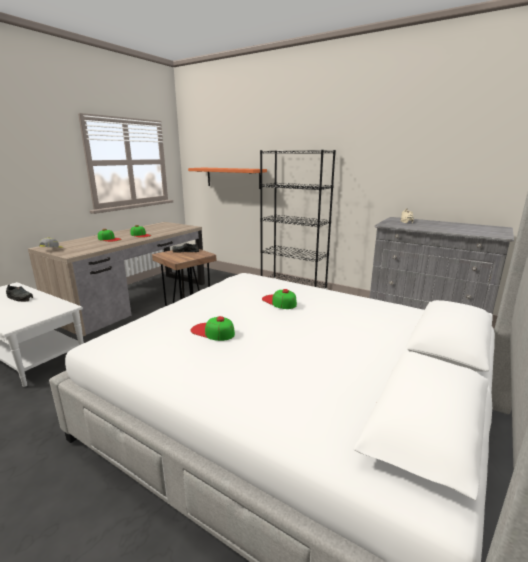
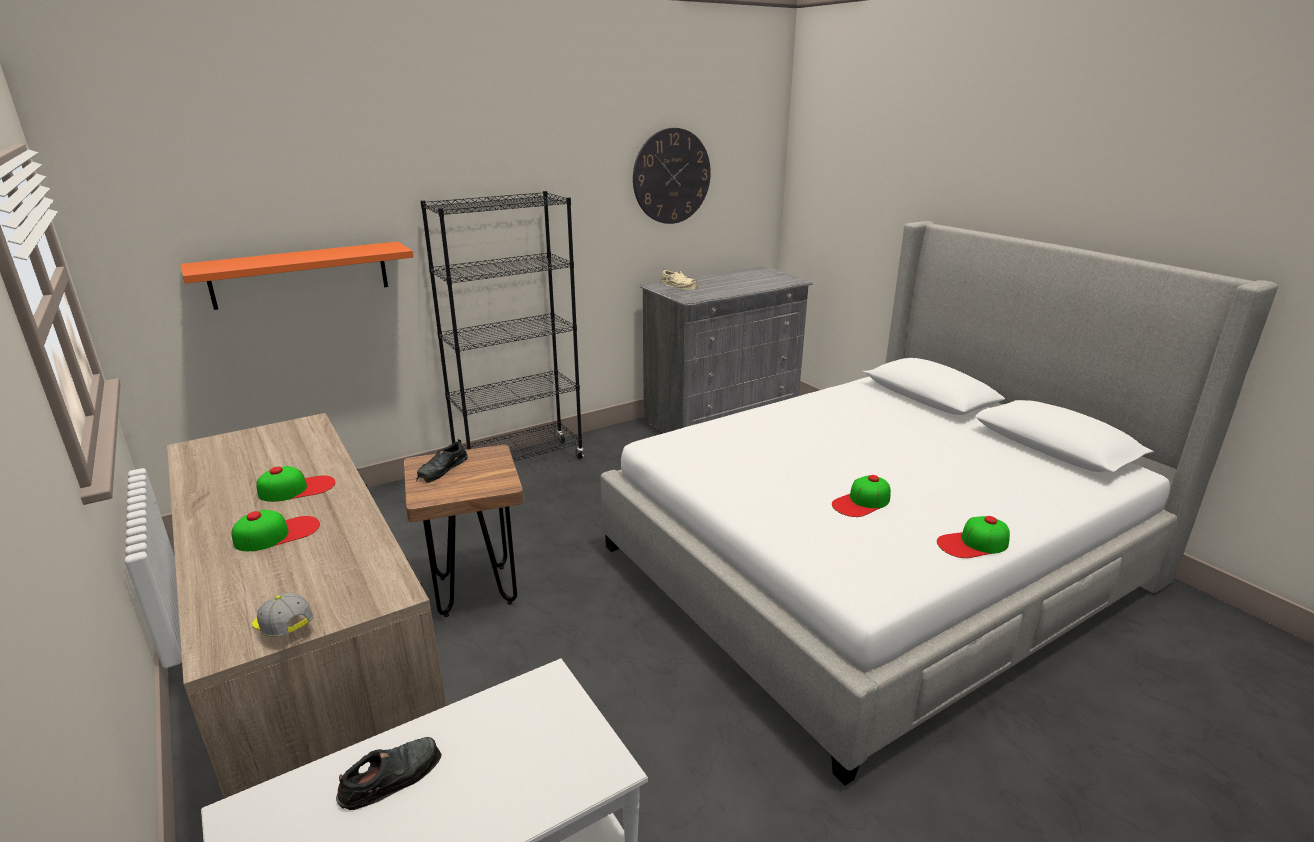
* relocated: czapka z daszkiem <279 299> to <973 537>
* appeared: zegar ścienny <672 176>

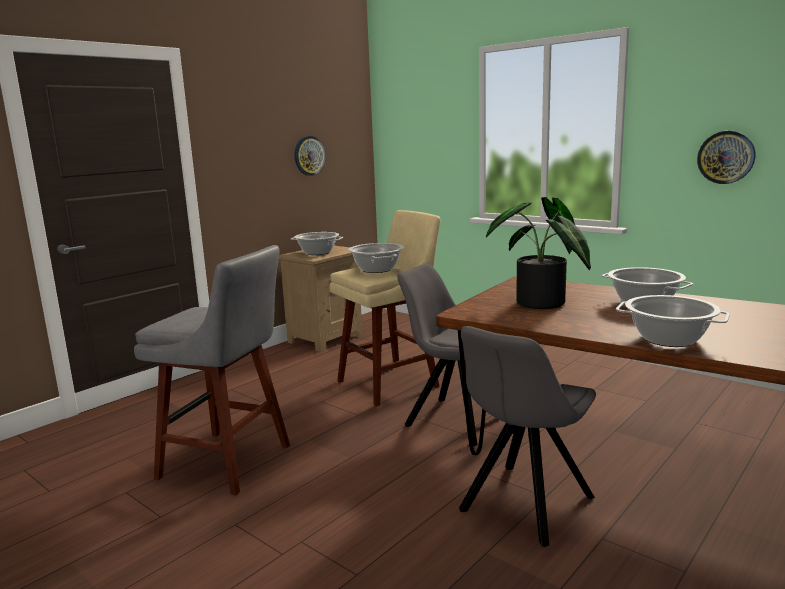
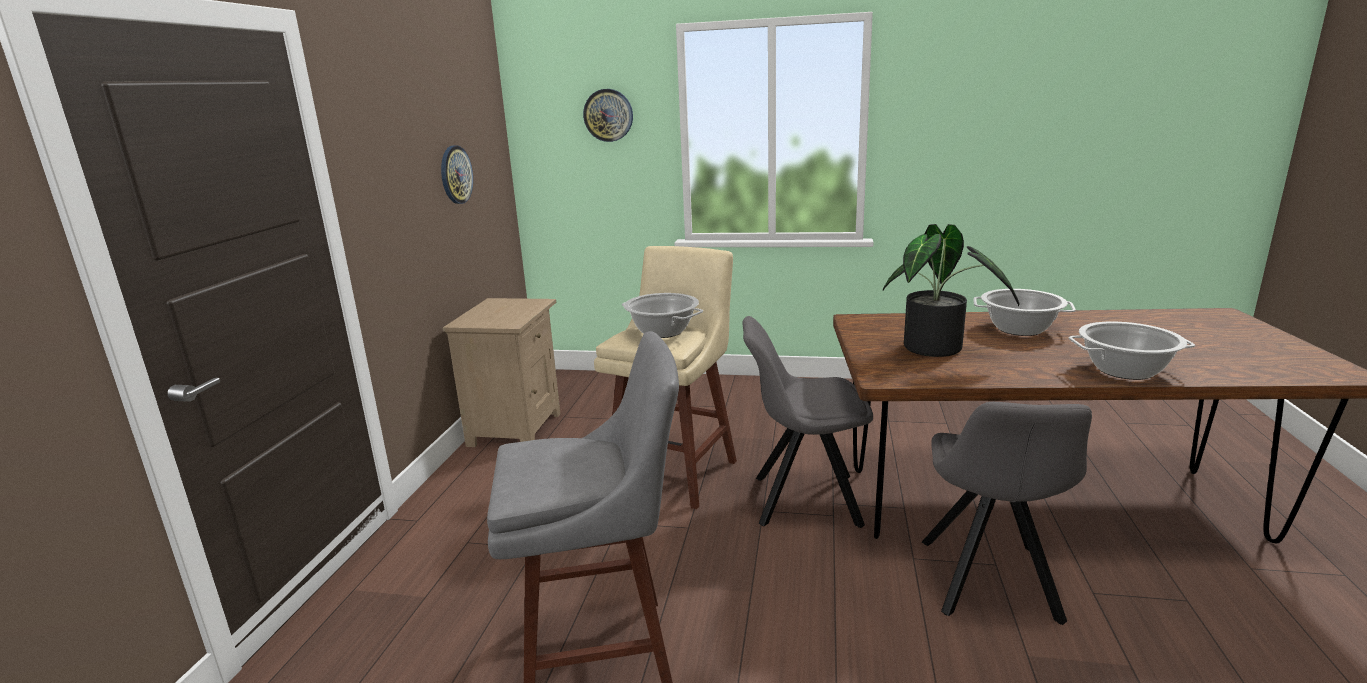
* missing: garnek <317 243>
* relocated: zegar ścienny <726 157> to <608 115>

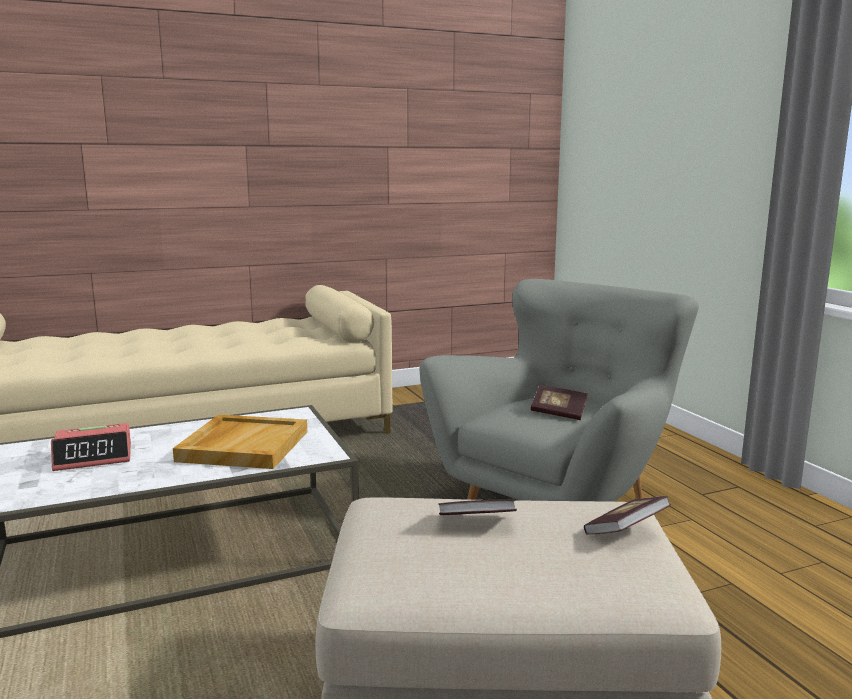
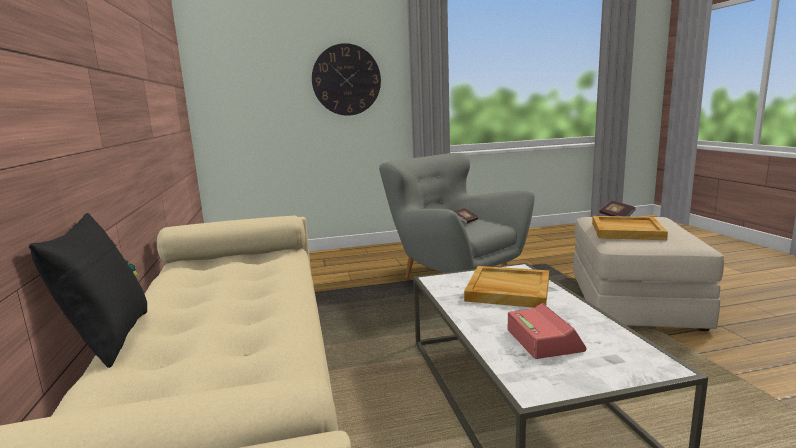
* exchanged: książka <477 507> to taca [beżowy] <630 228>
* appeared: poduszka [czarny] <88 290>
* appeared: zegar ścienny <346 79>

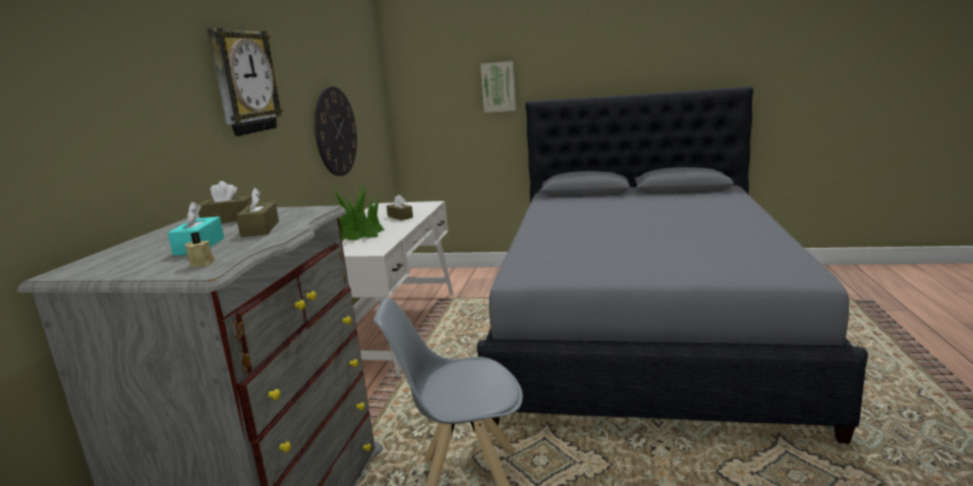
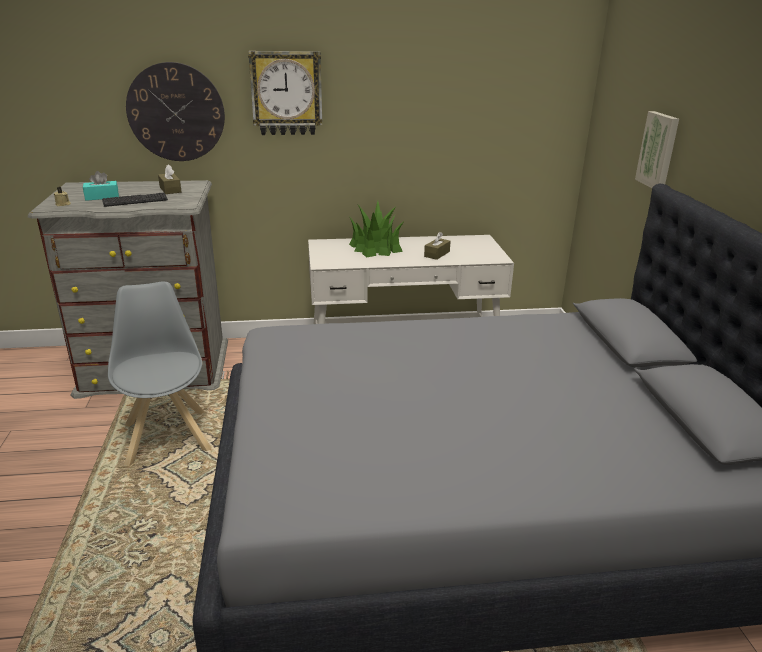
* exchanged: pudełko chusteczek [brązowy] <257 212> to klawiatura <135 199>
* relocated: zegar ścienny <335 131> to <175 111>

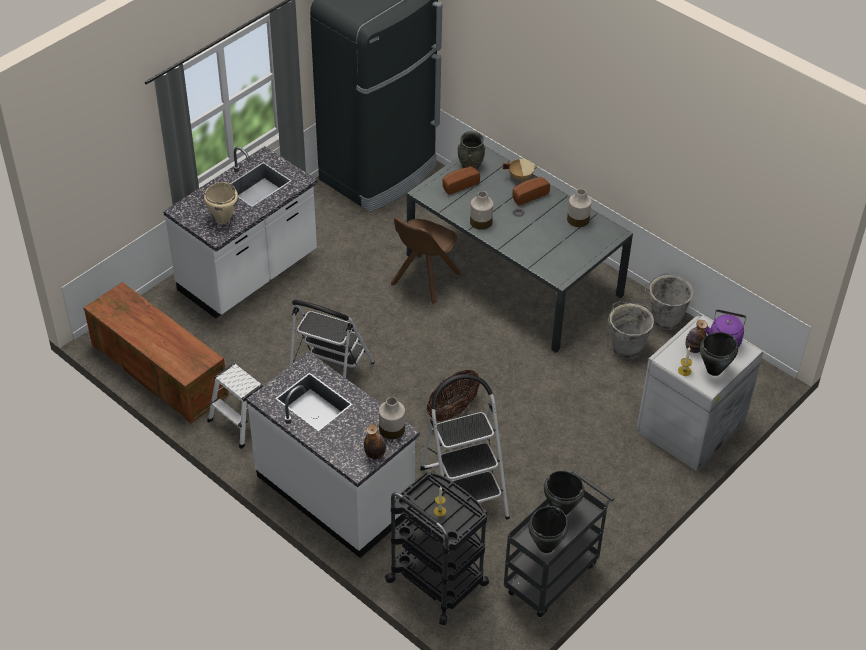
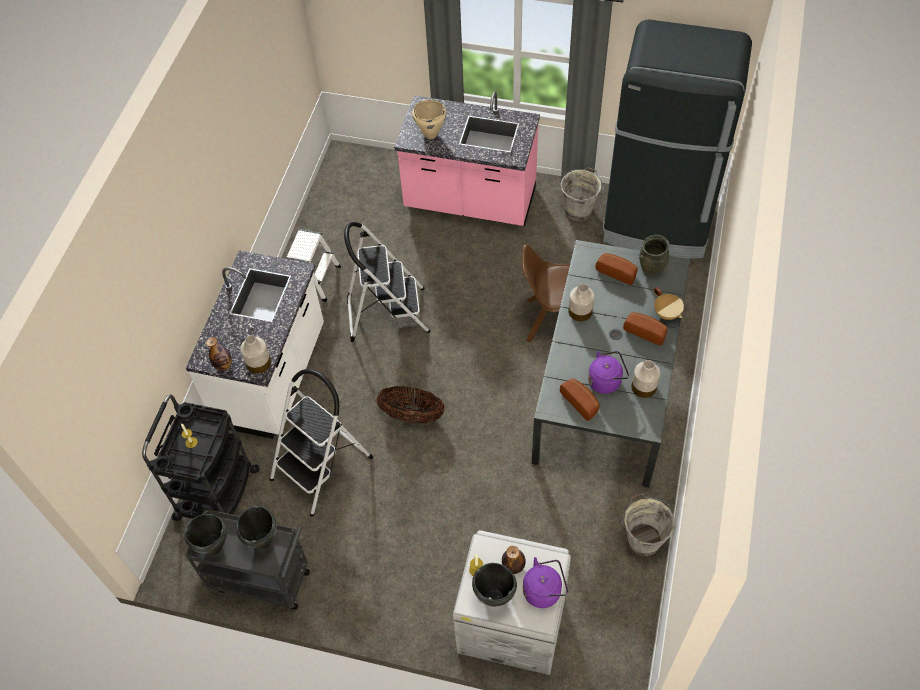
* missing: ławka [brązowy] <156 353>
* colour: zabudowa kuchenna [biały] <240 232> to zabudowa kuchenna [różowy] <467 158>
* relocated: wiadro [szary] <631 330> to <582 194>
* appeared: chleb <580 400>
* appeared: czajnik [fioletowy] <608 372>

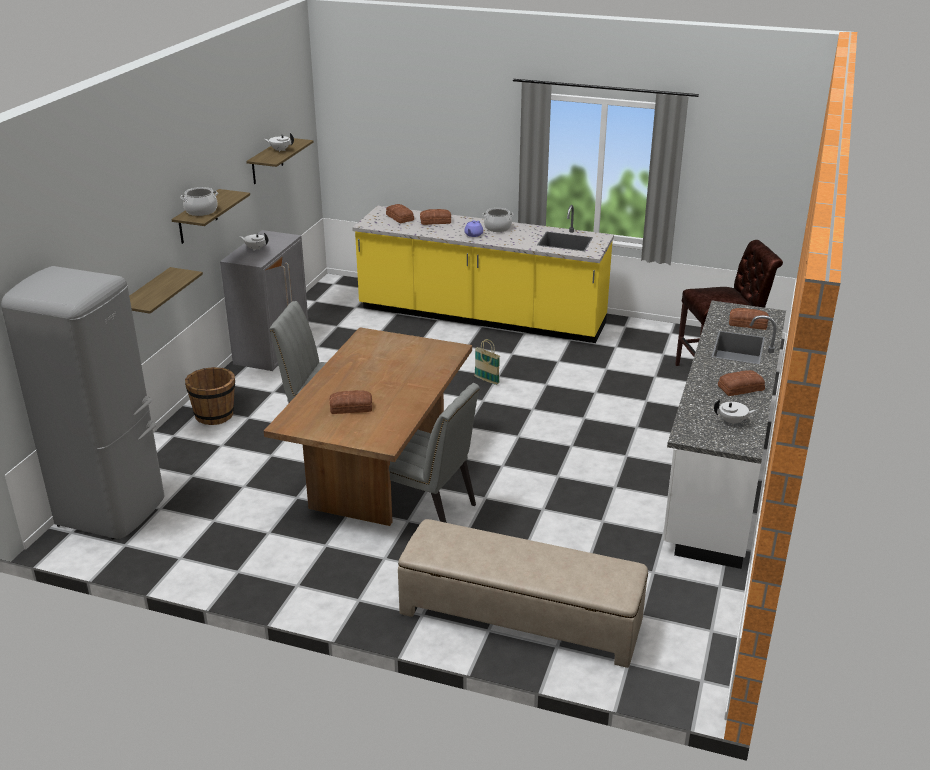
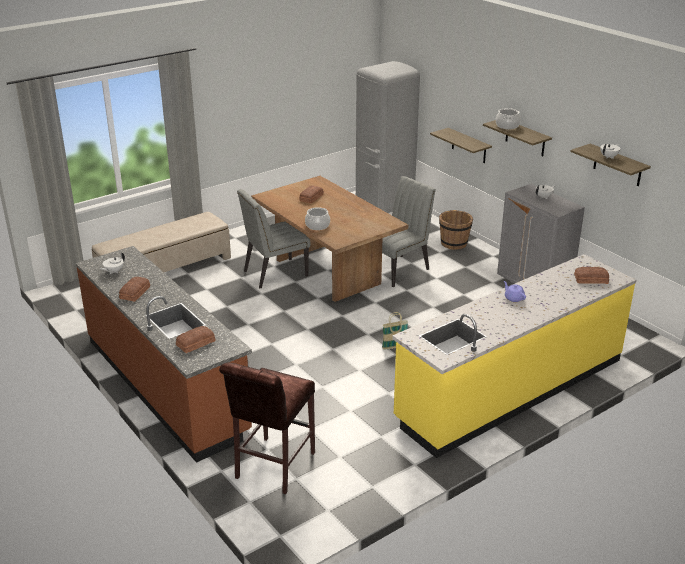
* missing: chleb <435 217>
* relocated: garnek <498 220> to <317 218>
* colour: zabudowa kuchenna [biały] <724 434> to zabudowa kuchenna [brązowy] <164 354>

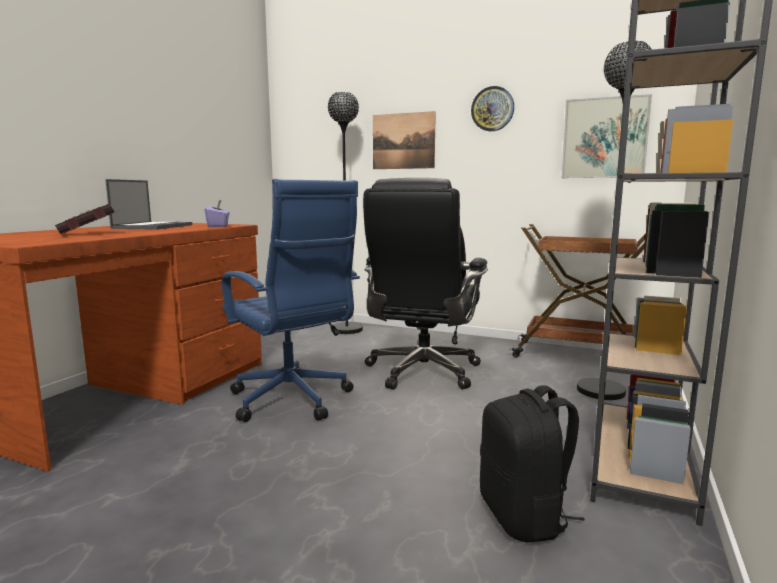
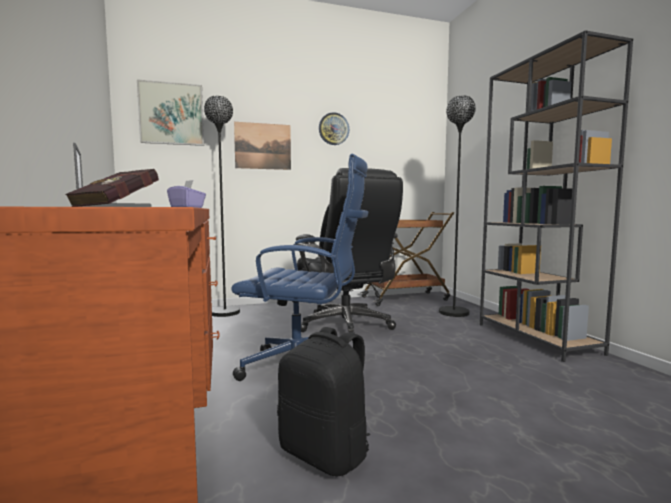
* relocated: plecak [czarny] <532 463> to <324 402>
* relocated: obraz <606 136> to <170 112>

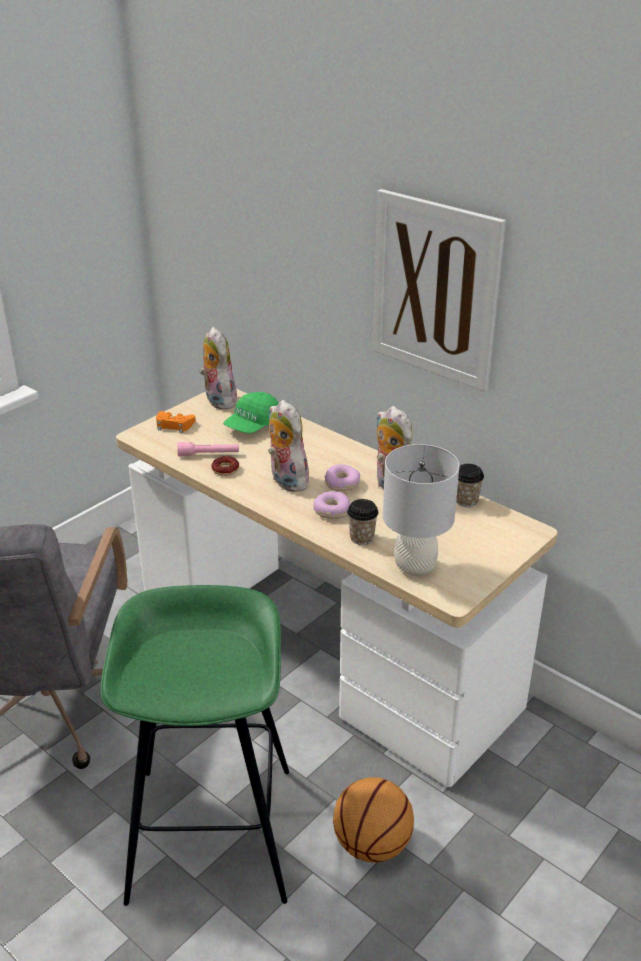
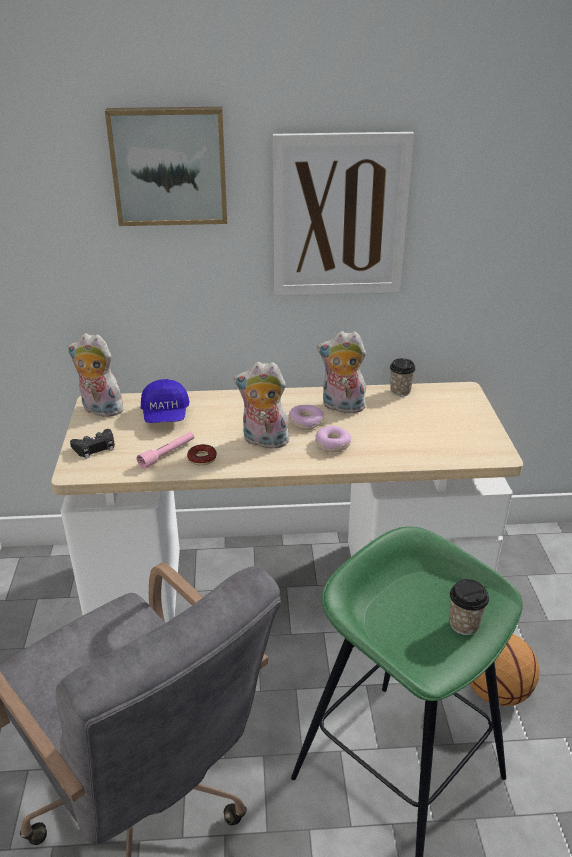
* colour: pad do gier [pomarańczowy] <176 422> to pad do gier [czarny] <92 444>
* colour: czapka z daszkiem [zielony] <251 413> to czapka z daszkiem [niebieski] <165 401>
* relocated: filiżanka <362 522> to <469 607>
* missing: lampa stołowa [szary] <421 510>
* appeared: obraz <166 166>

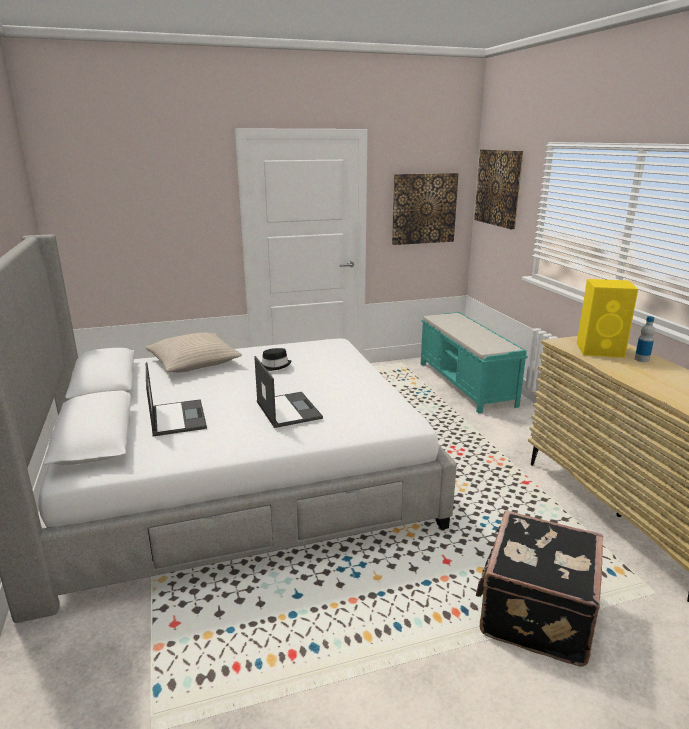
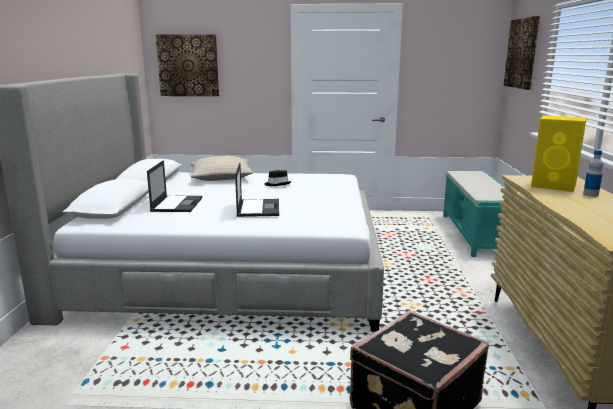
* relocated: obraz <425 209> to <187 65>

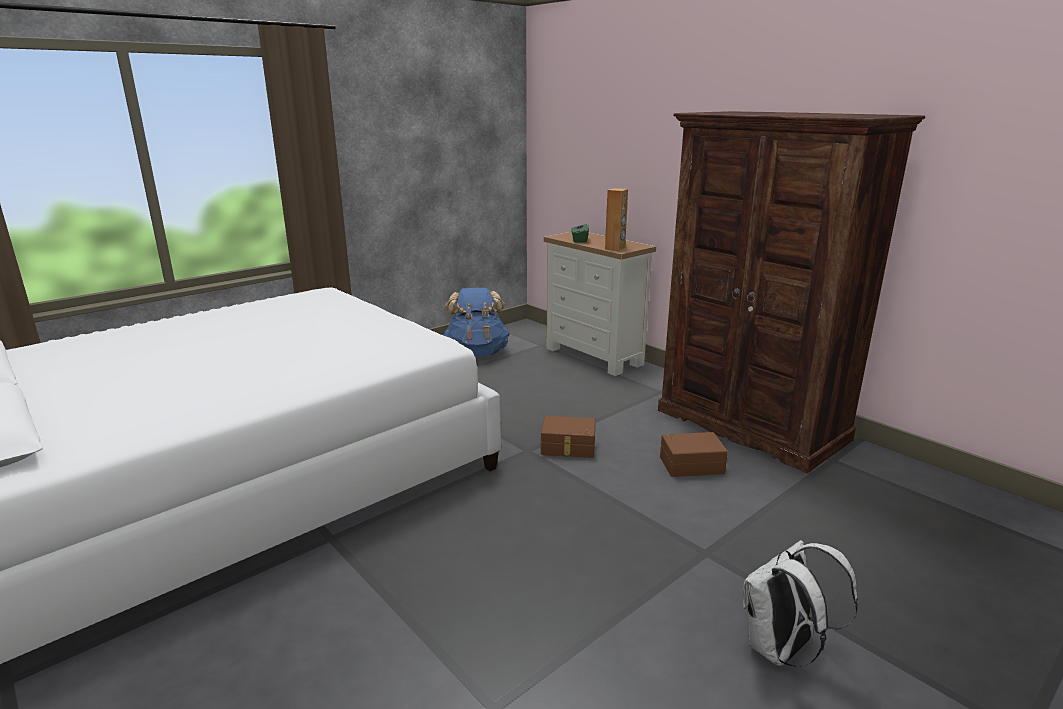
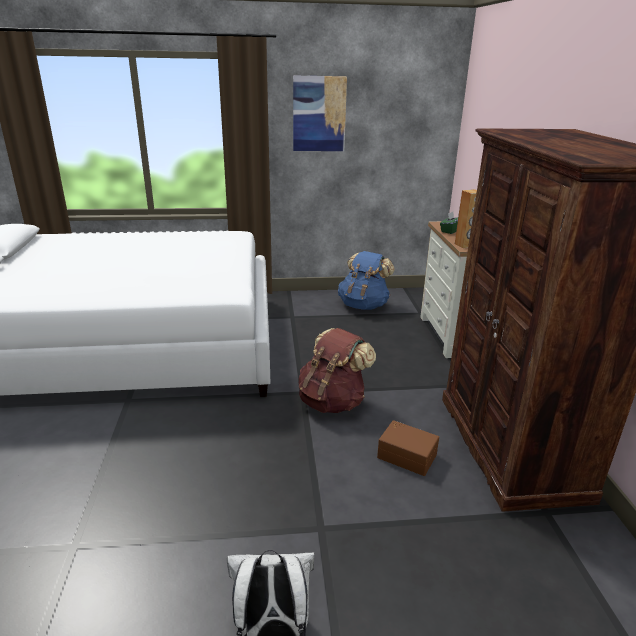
* exchanged: pojemnik do przechowywania [brązowy] <568 437> to plecak [brązowy] <337 370>
* appeared: obraz <320 113>

